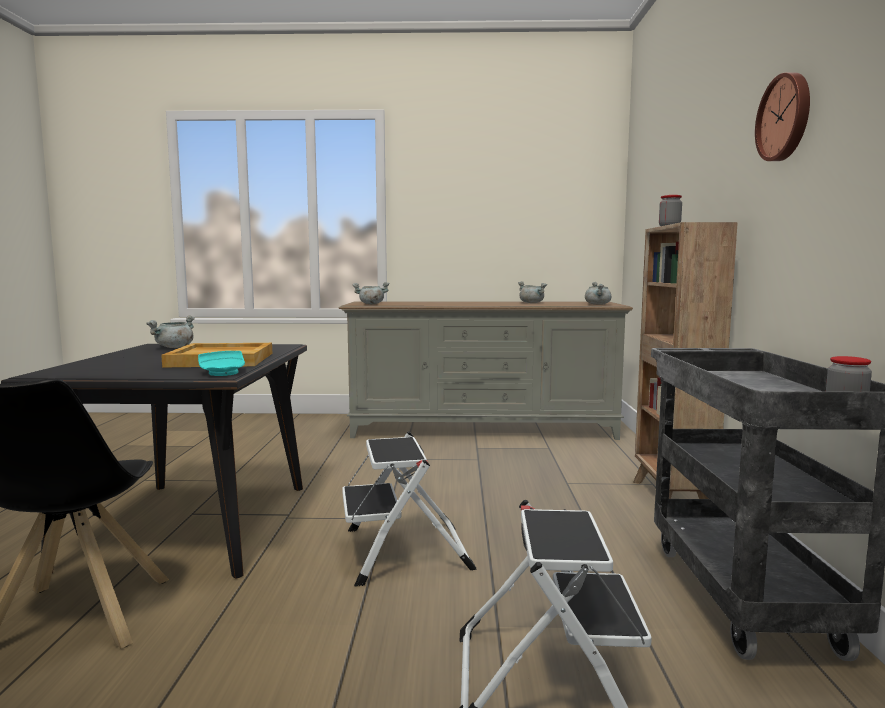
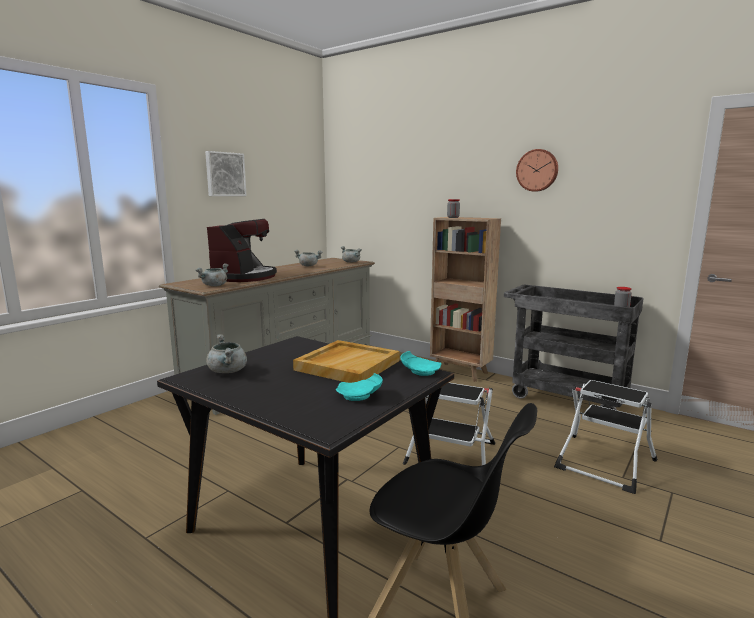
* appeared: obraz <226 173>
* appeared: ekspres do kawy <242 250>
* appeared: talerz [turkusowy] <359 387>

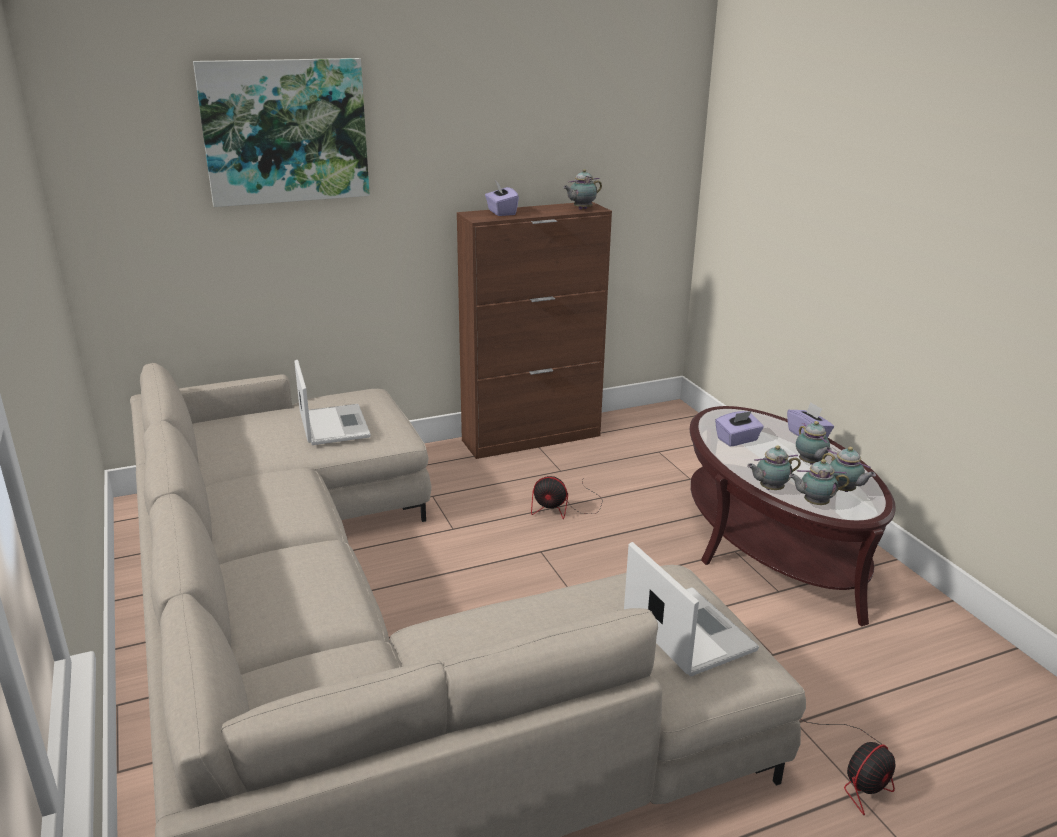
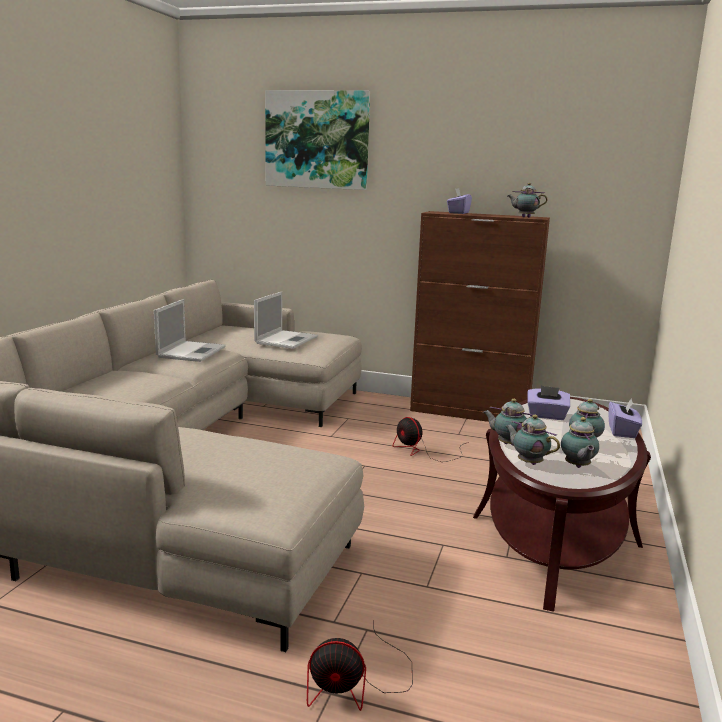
* relocated: laptop <691 609> to <190 330>

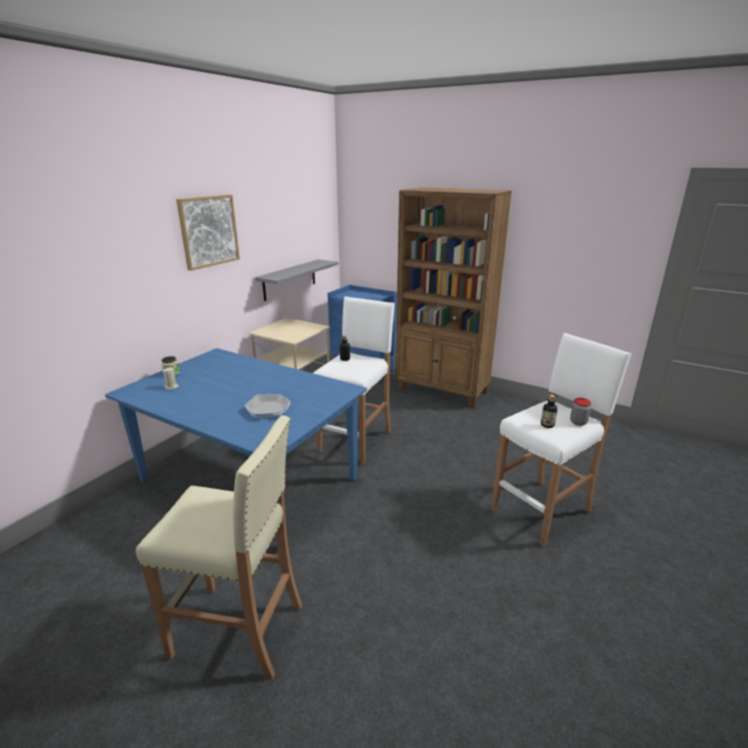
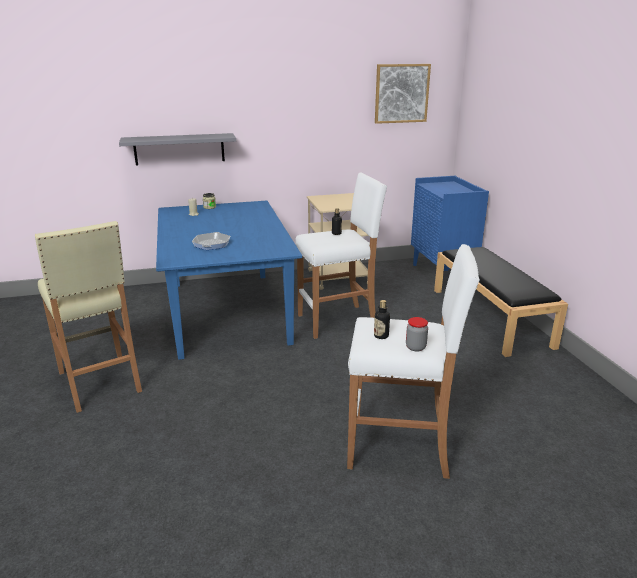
* relocated: obraz <208 233> to <403 94>
* relocated: półka [szary] <296 280> to <177 149>
* exchanged: regał [brązowy] <453 298> to ławka [czarny] <501 302>

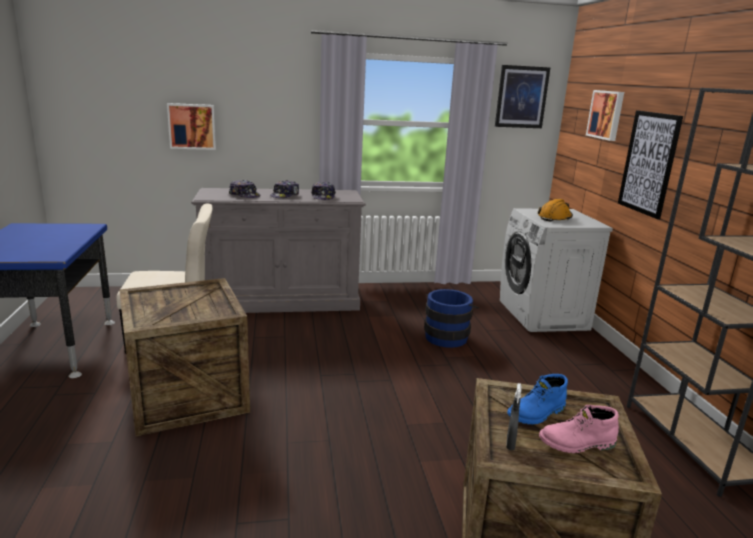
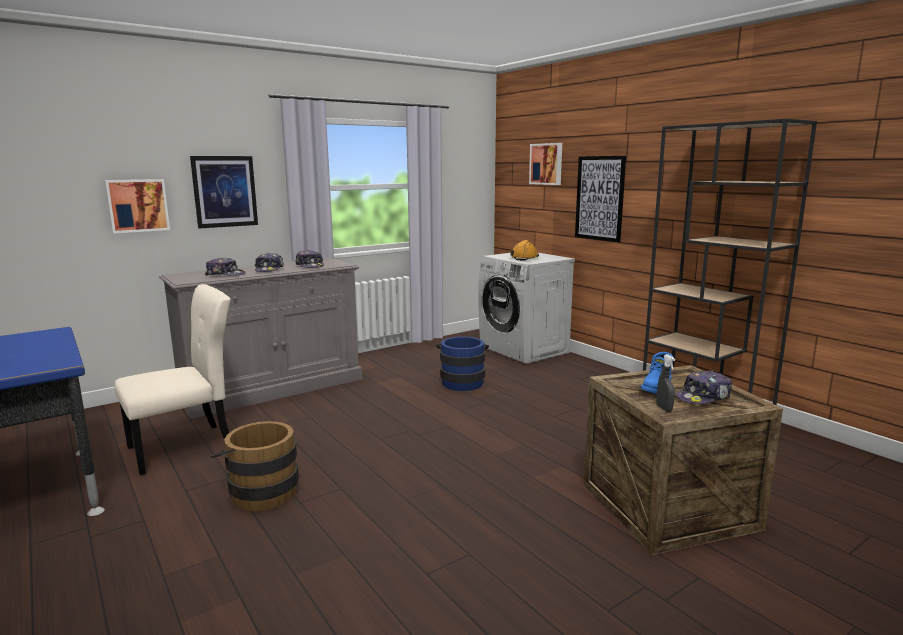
* exchanged: skrzynka <184 357> to wiadro [brązowy] <255 466>
* relocated: obraz <522 96> to <224 192>
* exchanged: but z cholewką [różowy] <579 429> to czapka z daszkiem <704 387>

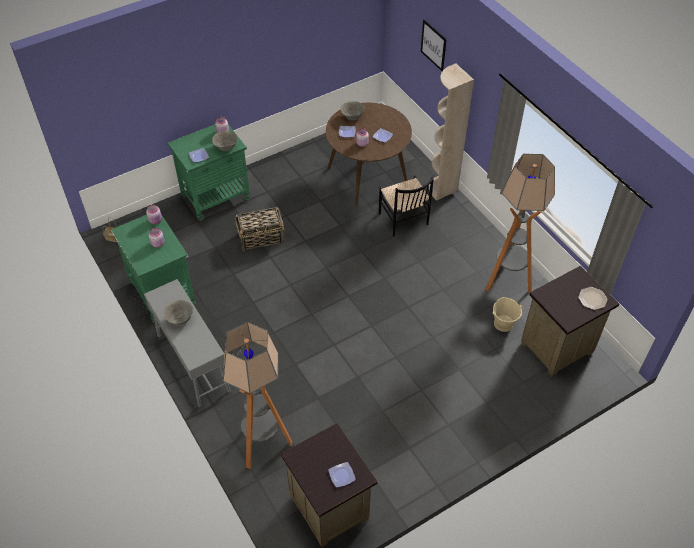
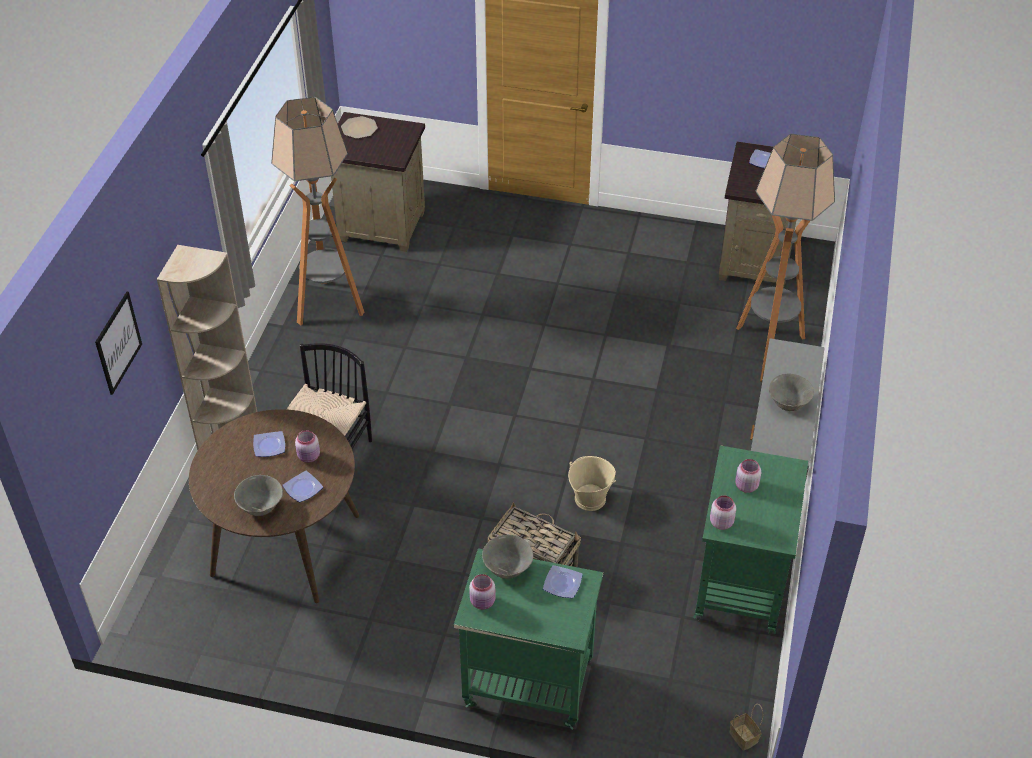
* relocated: wiadro [beżowy] <507 314> to <592 483>

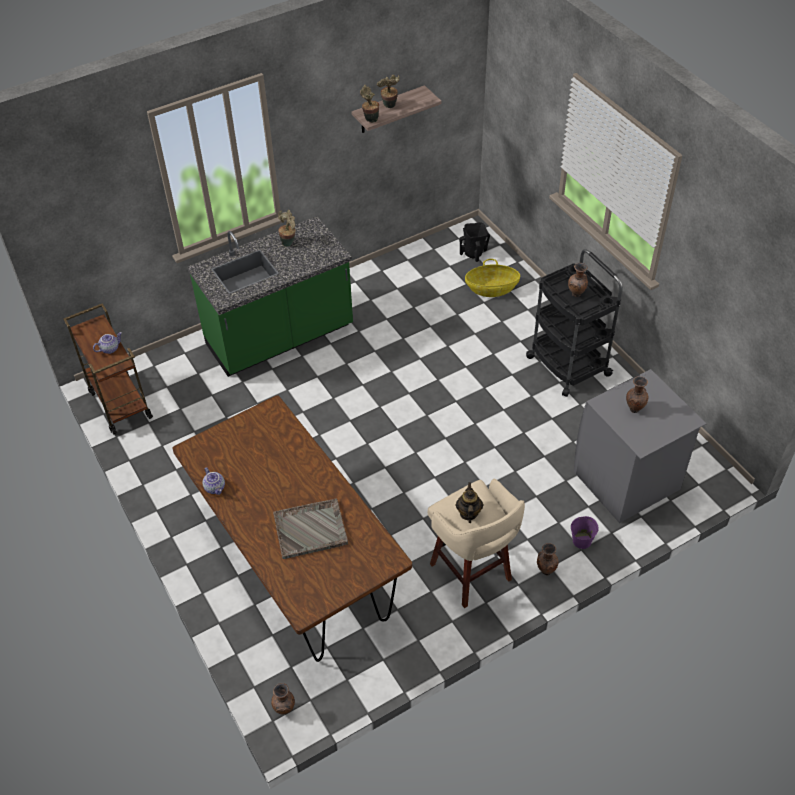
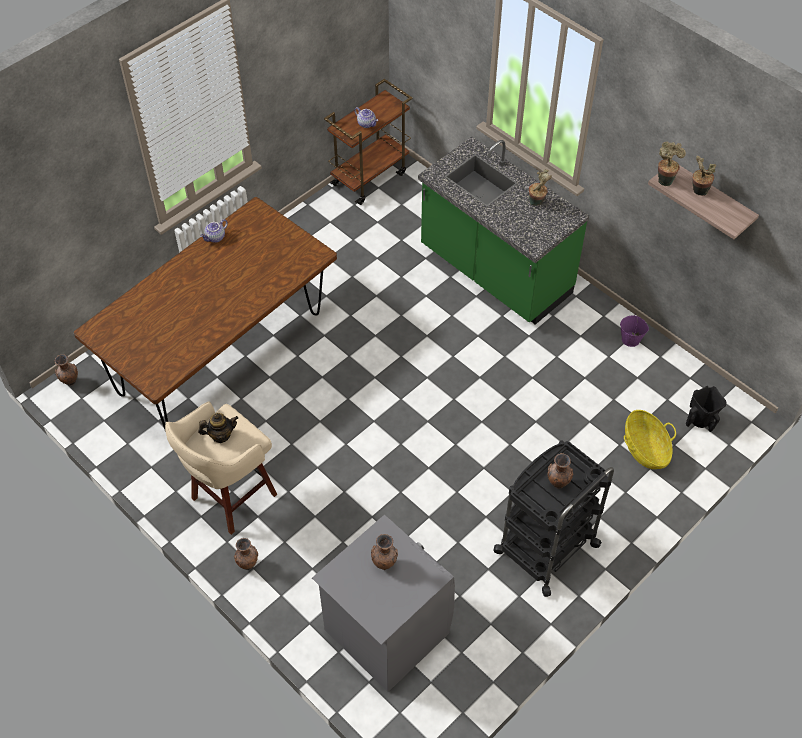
* missing: taca [szary] <310 528>
* relocated: wiadro [fioletowy] <584 532> to <634 330>

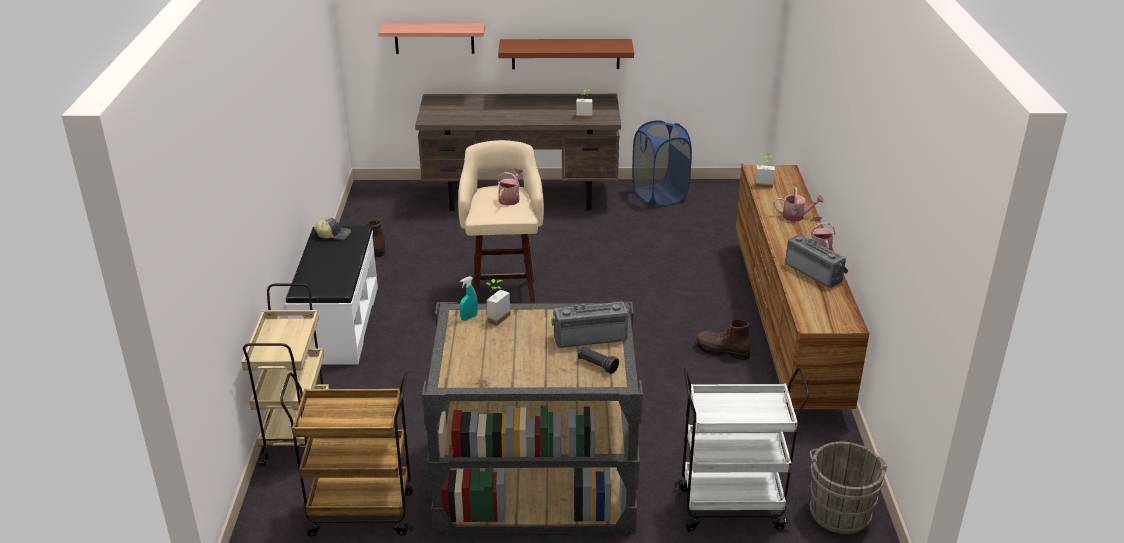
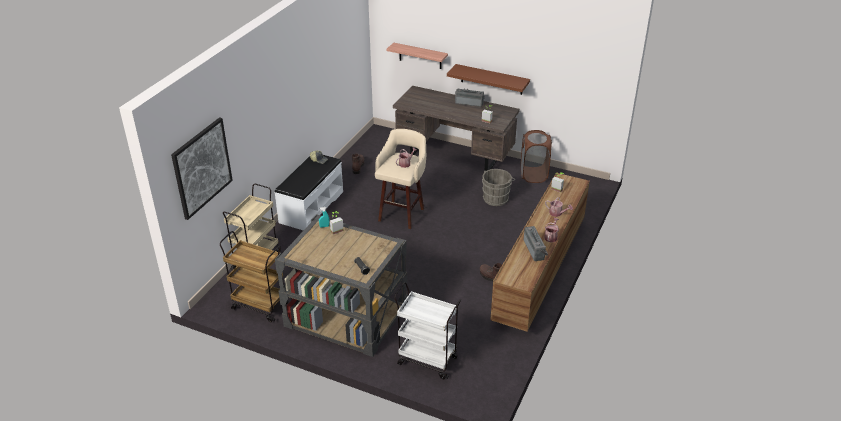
* relocated: radio <589 324> to <470 97>
* colour: kosz na pranie [niebieski] <662 163> to kosz na pranie [brązowy] <536 156>
* relocated: wiadro [szary] <848 488> to <498 187>
* appeared: obraz <202 168>

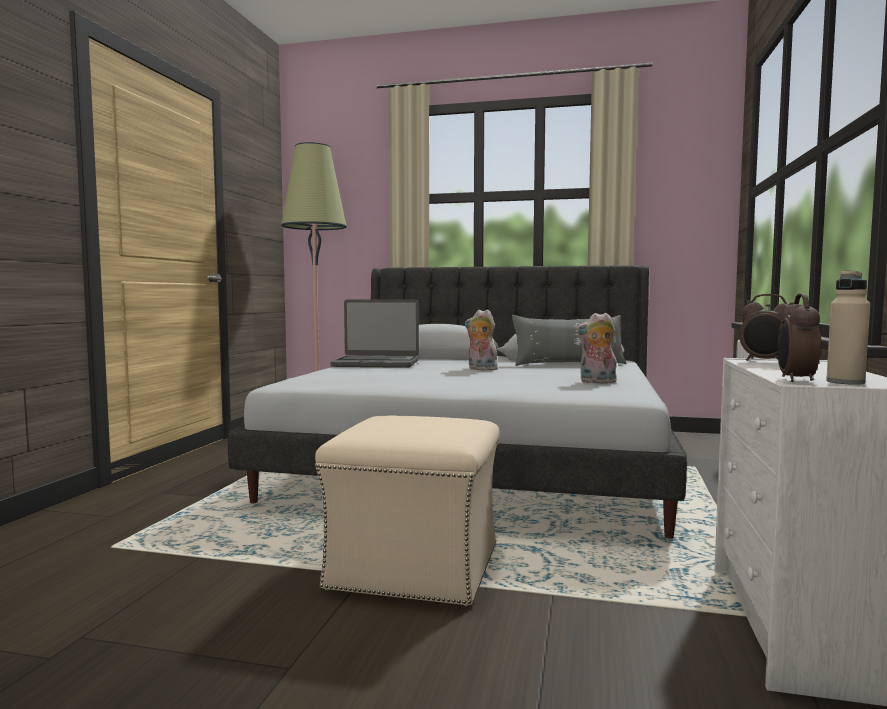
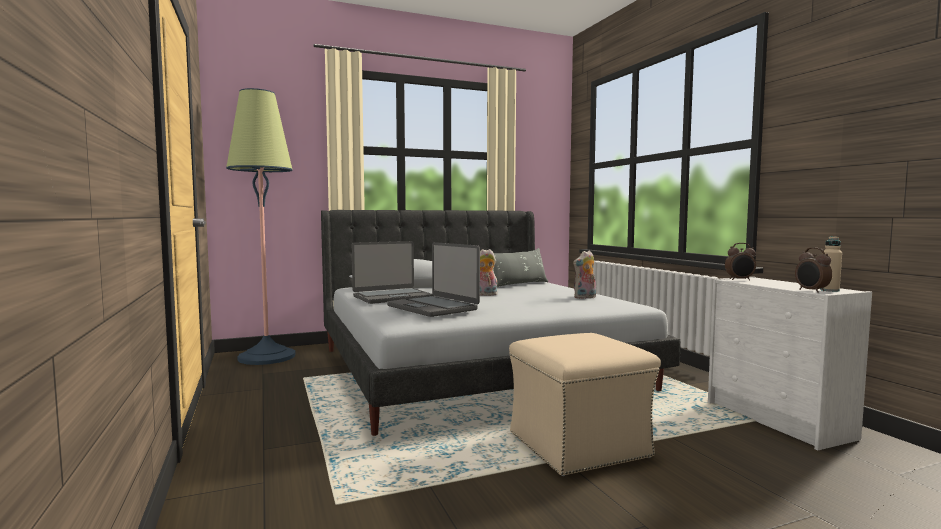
* appeared: laptop <433 279>

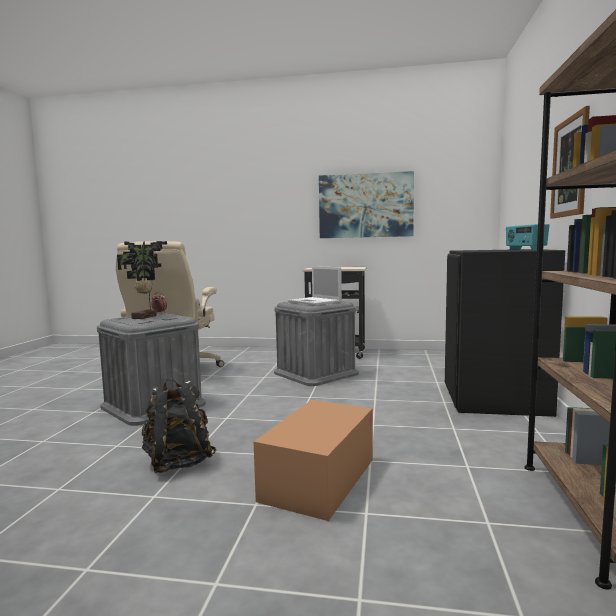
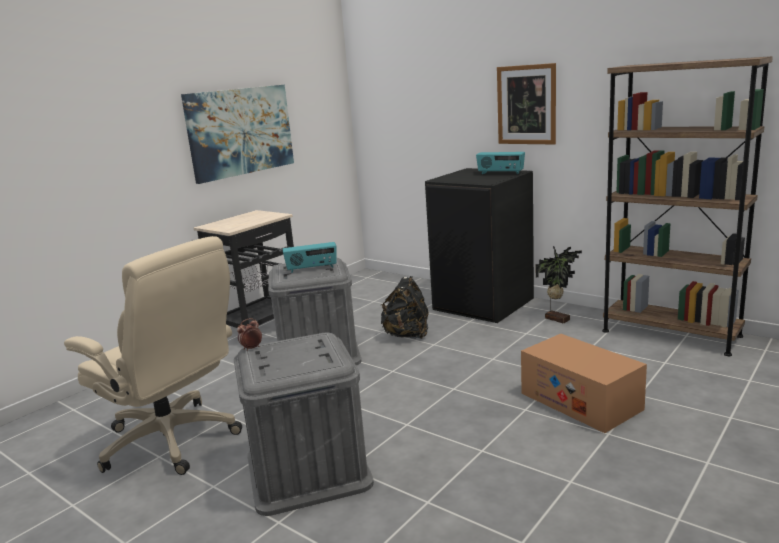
* relocated: roślina doniczkowa <142 280> to <559 285>
* relocated: plecak [czarny] <179 426> to <405 307>
* exchanged: laptop <315 285> to radio <309 257>

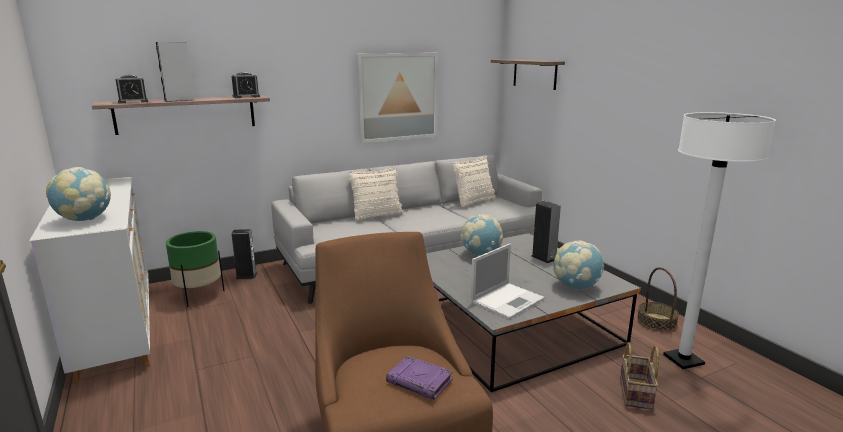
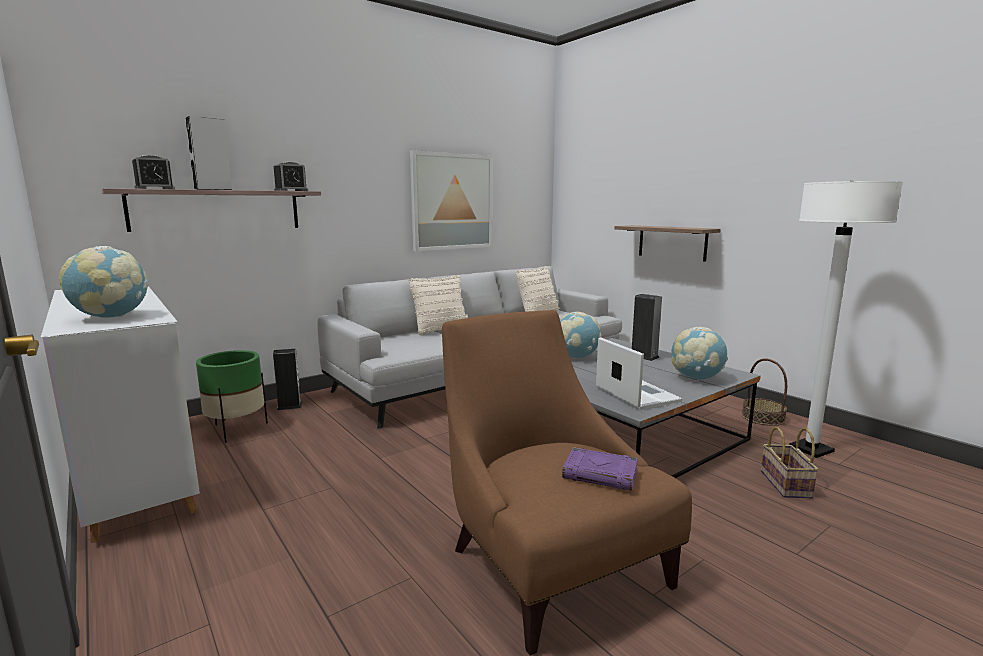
* spun: laptop <508 281> = <639 373> 60 degrees counterclockwise
* relocated: półka <528 74> to <668 243>

